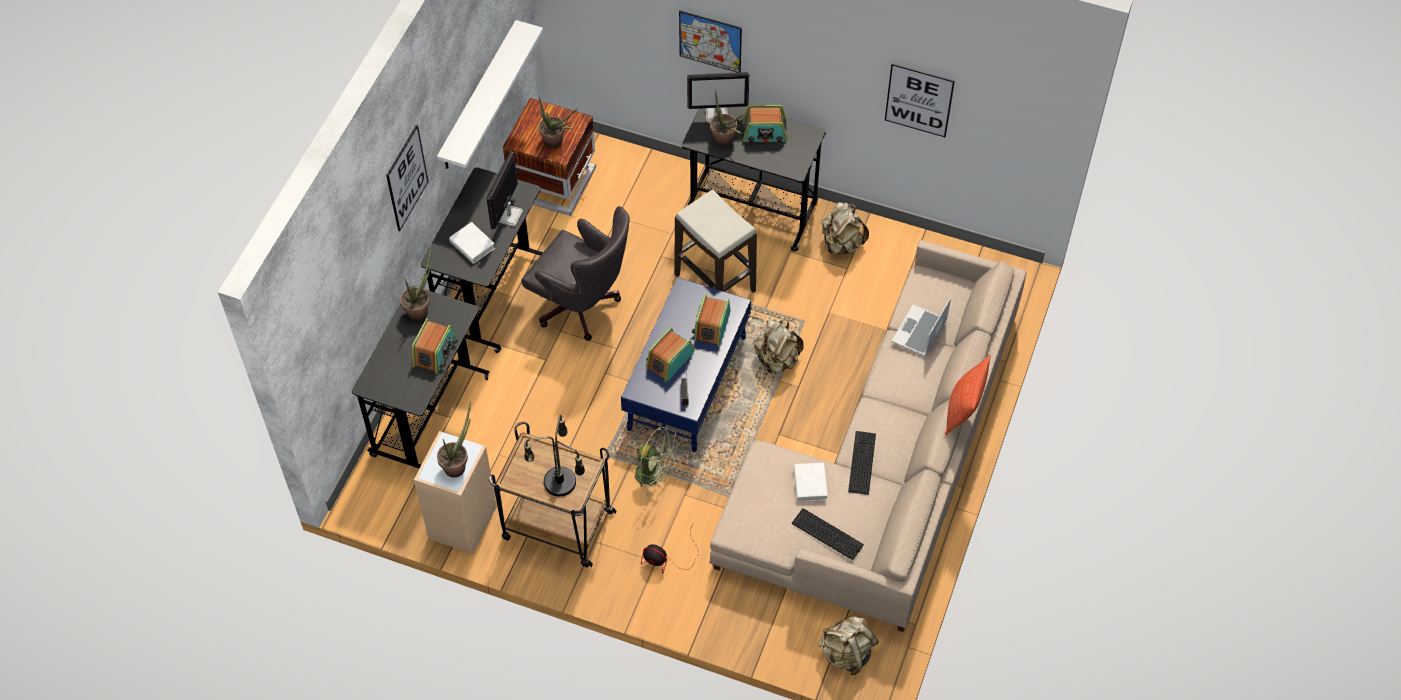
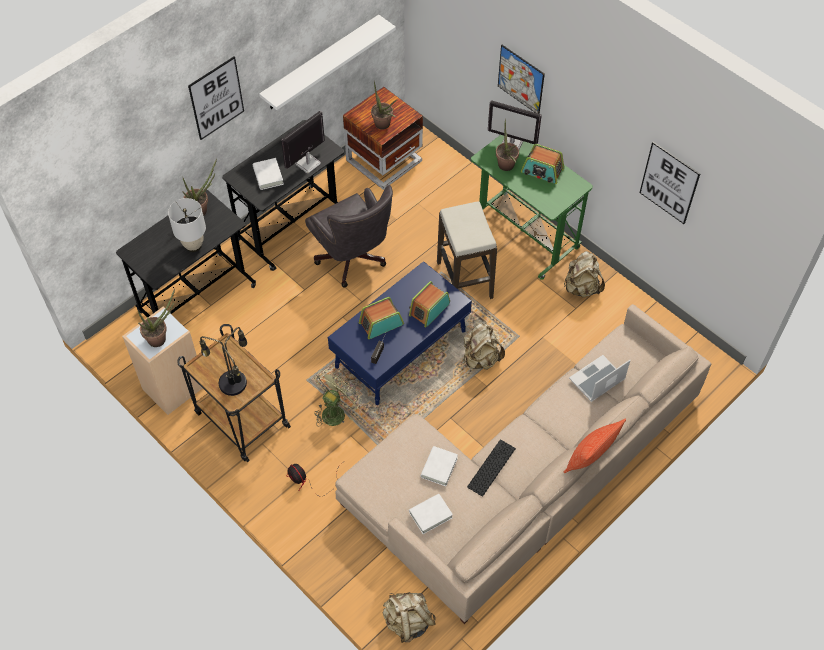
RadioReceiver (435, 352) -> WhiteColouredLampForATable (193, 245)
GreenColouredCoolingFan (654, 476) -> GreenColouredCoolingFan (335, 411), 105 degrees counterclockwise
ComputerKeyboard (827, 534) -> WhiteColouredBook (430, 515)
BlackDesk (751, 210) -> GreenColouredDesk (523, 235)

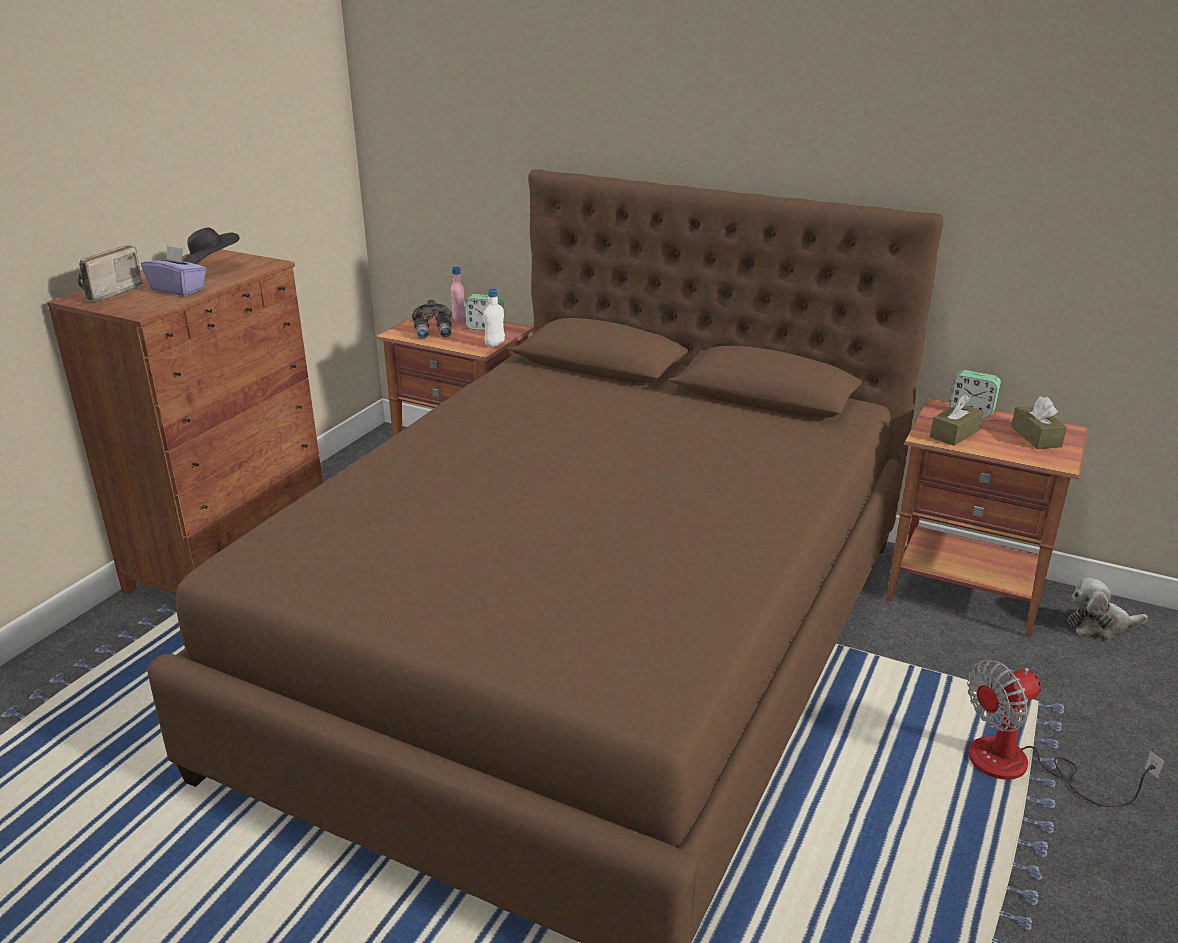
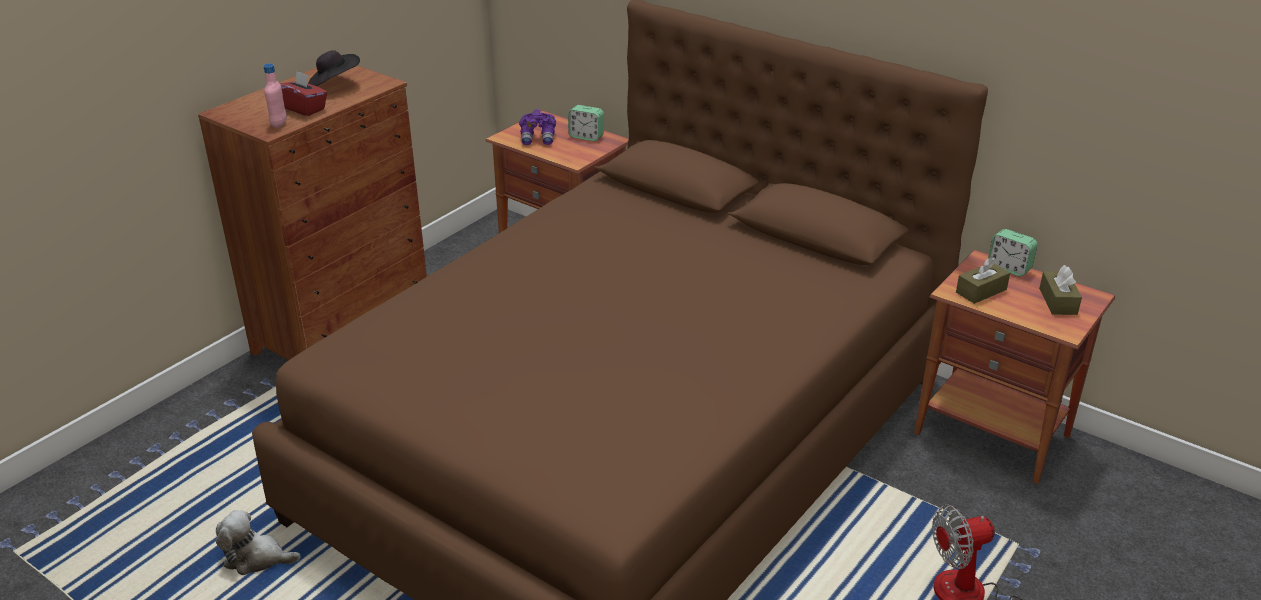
PlushToy (1099, 626) -> PlushToy (256, 558), move
PinkDrinkBottle (459, 320) -> PinkDrinkBottle (279, 124), move
PurpleColouredTissueBox (178, 290) -> RedColouredTissueBox (304, 108)
GreyFieldGlasses (434, 332) -> PurpleColouredFieldGlasses (538, 138)
RadioReceiver (107, 293) -> none
WhiteColouredDrinkBottle (495, 344) -> none

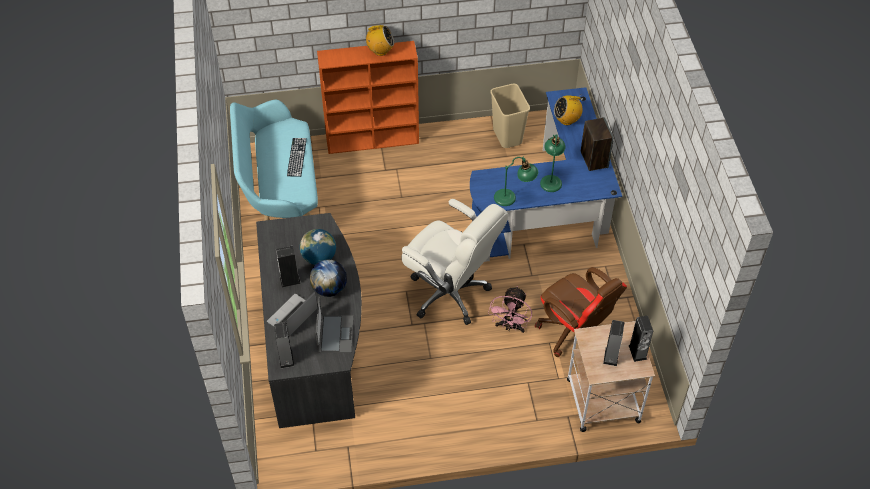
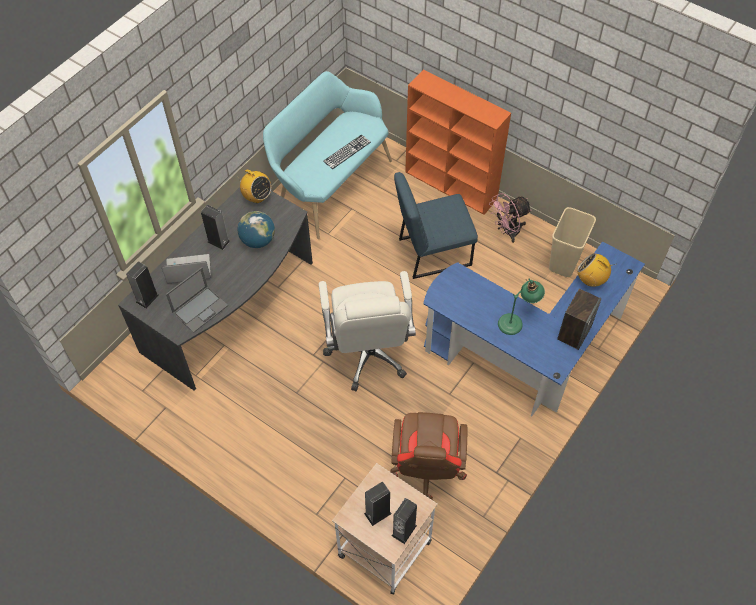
RadioReceiver (380, 51) -> RadioReceiver (257, 197), move
none -> BluishPlainChair (432, 252)
PinkCoolingFan (510, 326) -> PinkCoolingFan (507, 232), move
WorldGlobe (329, 288) -> none
GreenColouredLampForATable (514, 195) -> none

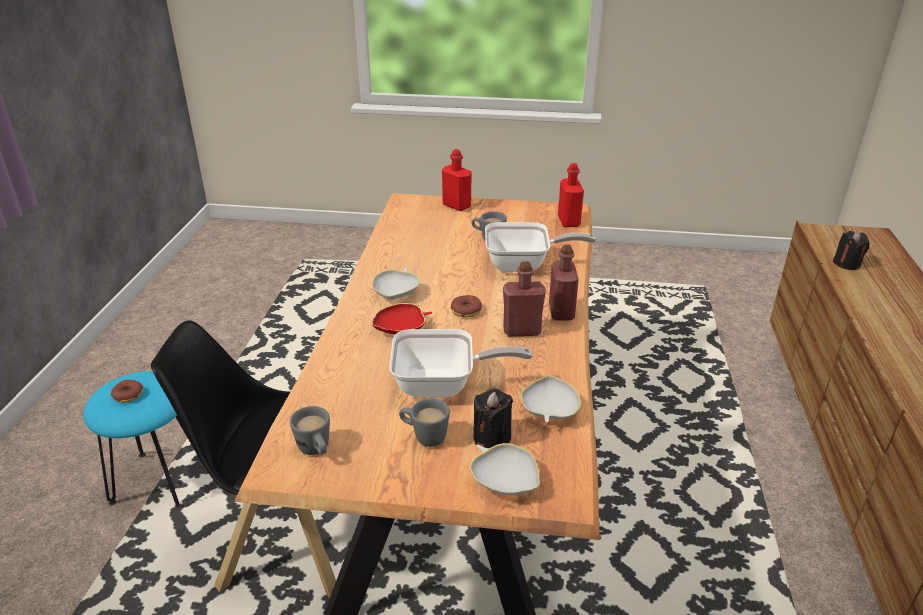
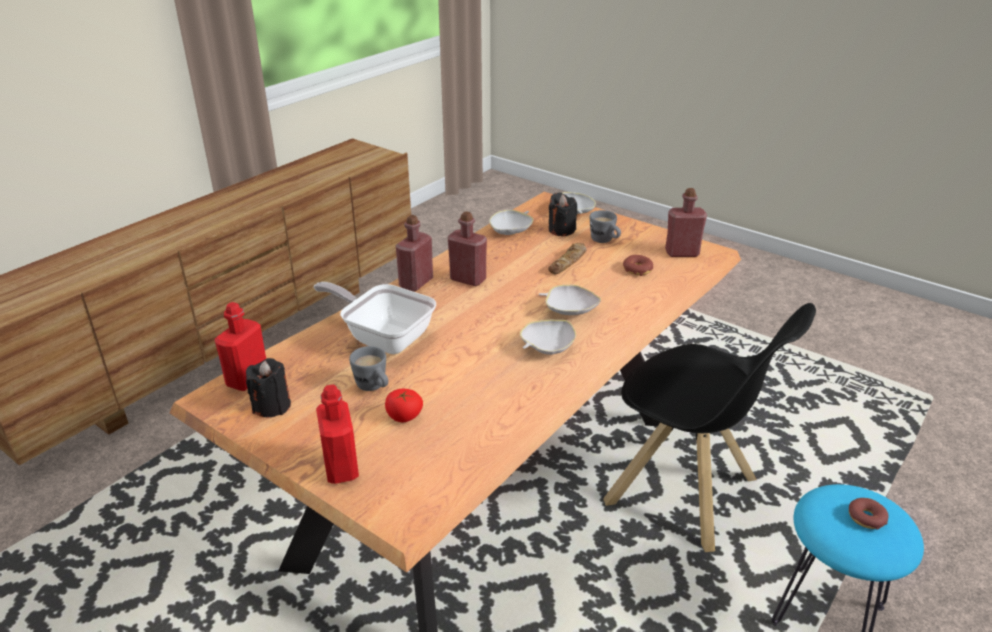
BlackWaxCandle (847, 264) -> BlackWaxCandle (272, 406), move
none -> Tomato (404, 417)
RedColouredDeepDish (401, 329) -> WhiteColouredDeepDish (569, 310)
Skillet (443, 385) -> Bread (568, 262)
RingDoughnut (466, 311) -> RingDoughnut (637, 269), move
GreyTeaMug (316, 451) -> RedColouredDrinkBottle (682, 253)

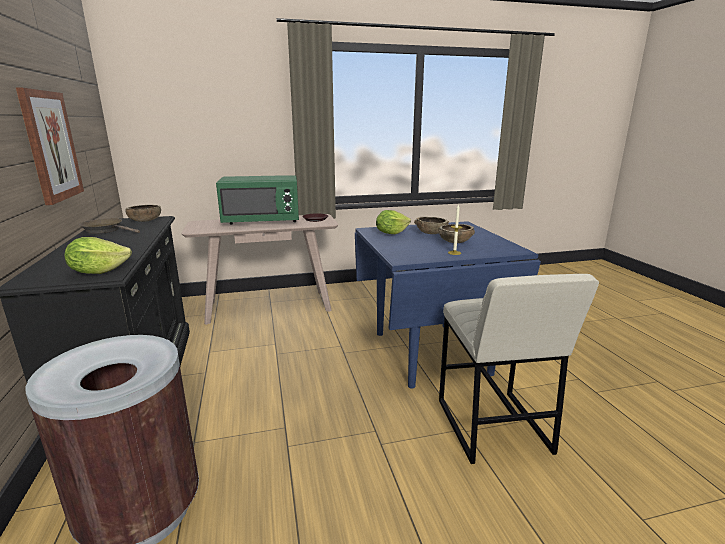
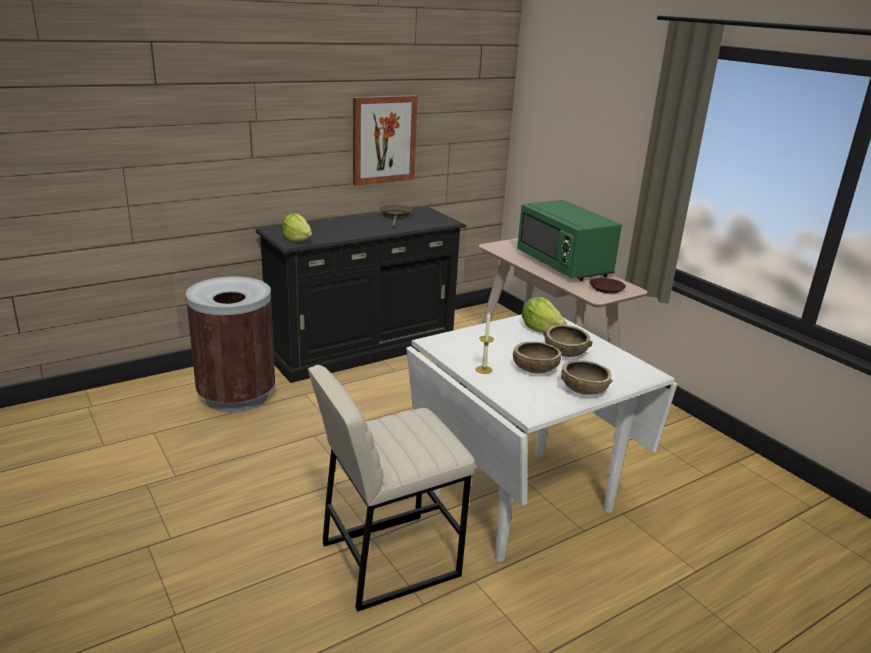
BluishKitchenTable (429, 352) -> WhiteColouredKitchenTable (520, 500)
BrownDeepDish (145, 221) -> BrownDeepDish (583, 390), move

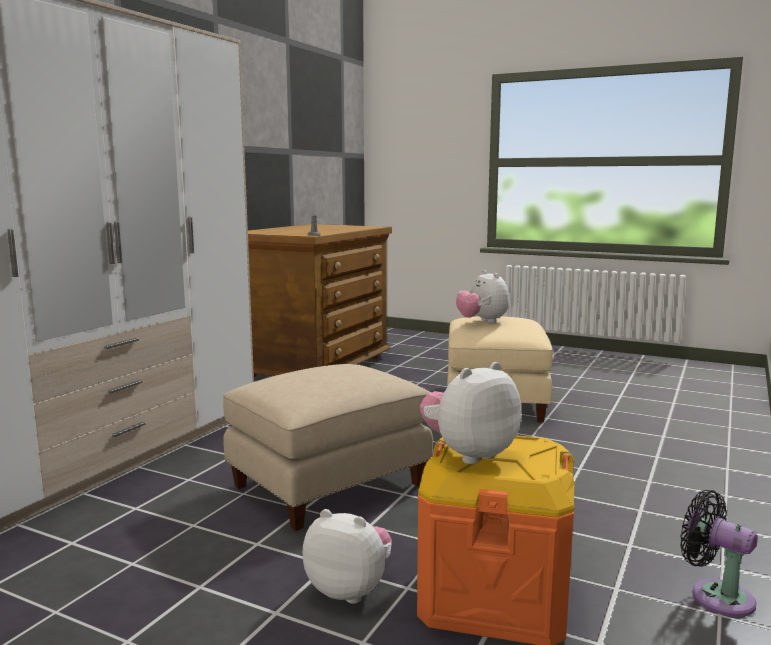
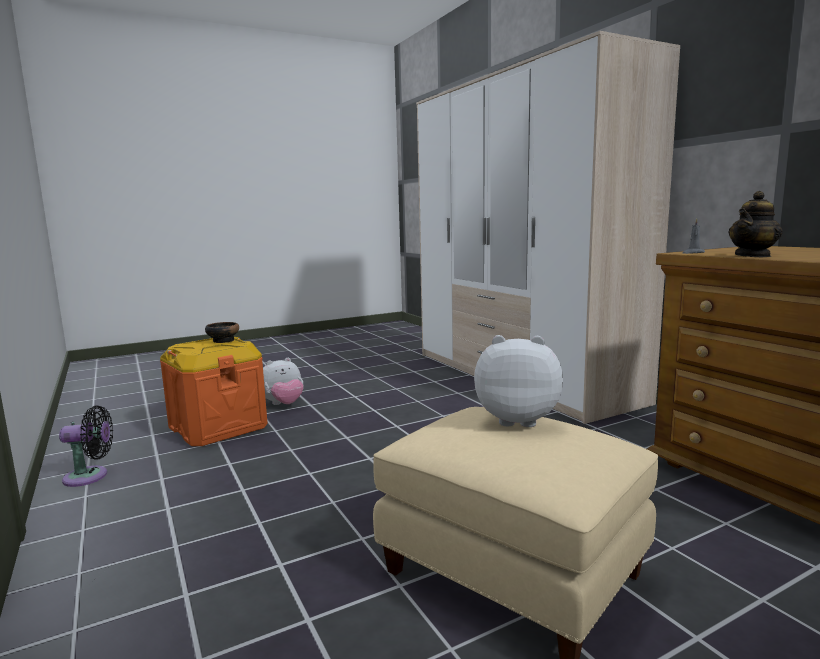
PlushToy (469, 454) -> DeepDish (223, 341)
none -> PotForTea (753, 256)
SandColouredPouffe (329, 486) -> none

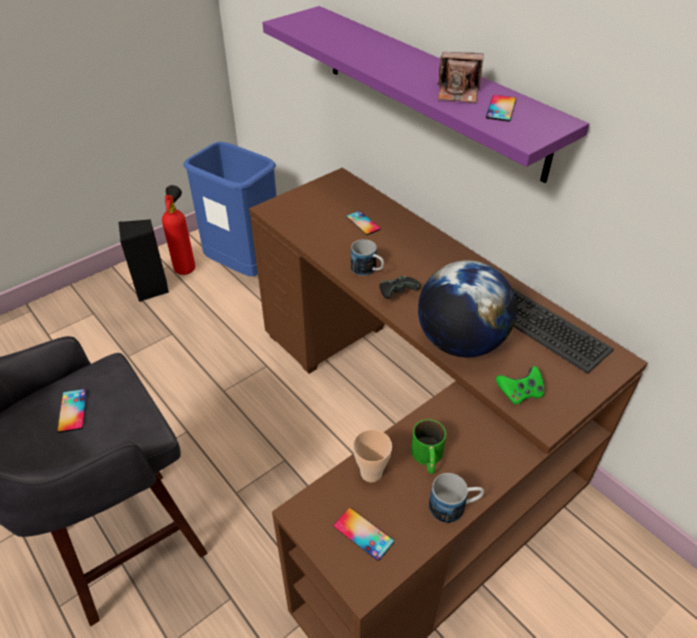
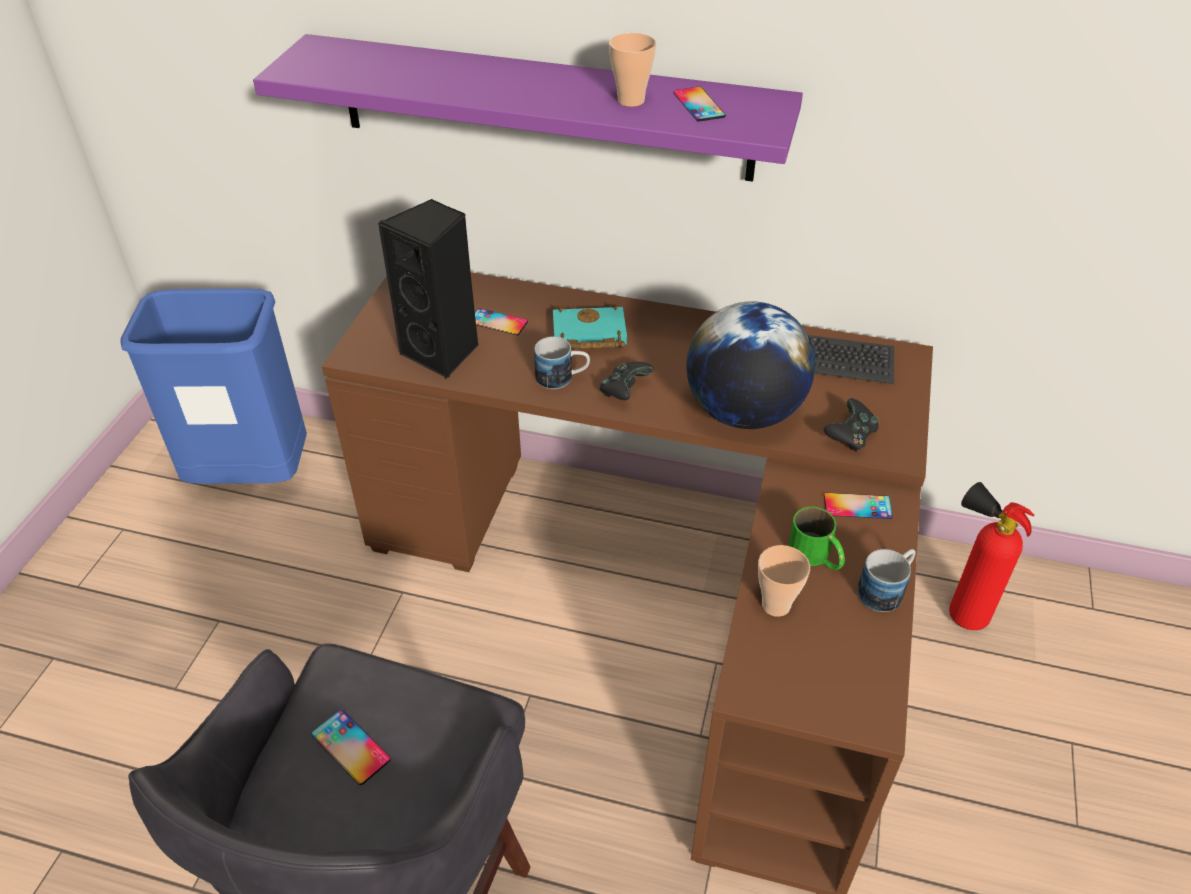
BlackSpeaker (152, 289) -> BlackSpeaker (443, 352), move
none -> TurquoiseBook (587, 335)
StillCamera (458, 93) -> Cup (631, 101)
GreenColouredGameController (519, 393) -> BlackGameController (850, 437)
Handset (363, 533) -> Handset (857, 506), move
FireFightingCylinder (186, 267) -> FireFightingCylinder (959, 611), move

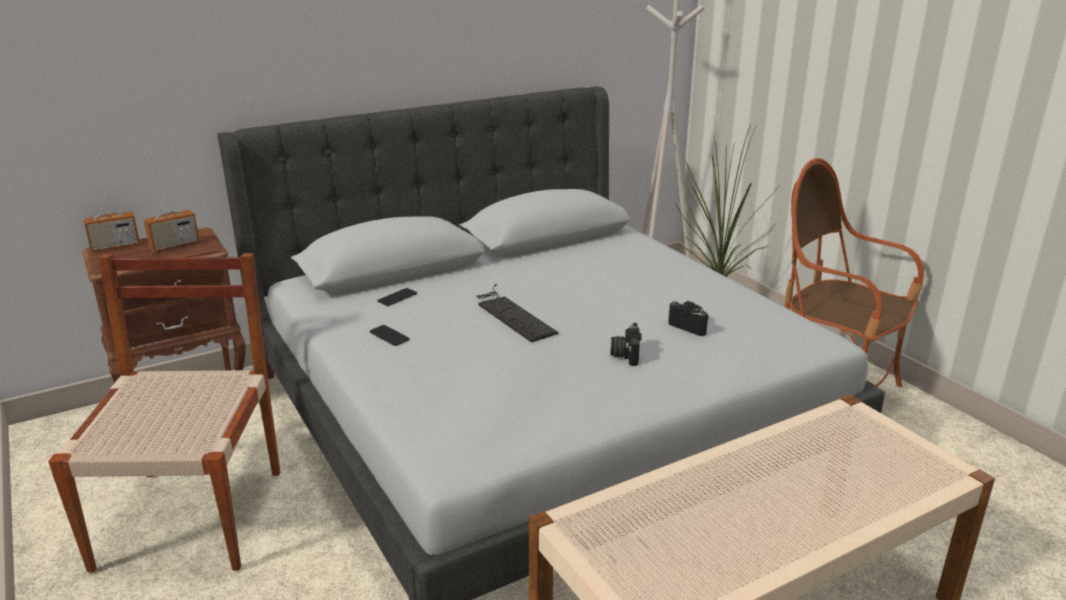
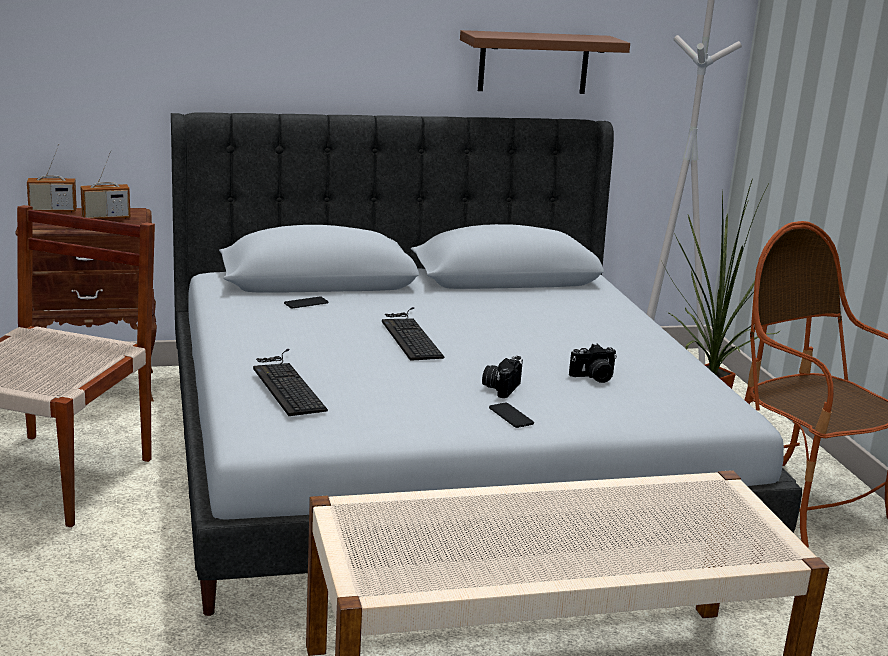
none -> ComputerKeyboard (286, 383)
none -> BrownShelf (533, 62)
Handset (389, 336) -> Handset (511, 416), move
StillCamera (690, 326) -> StillCamera (594, 377), 105 degrees clockwise

